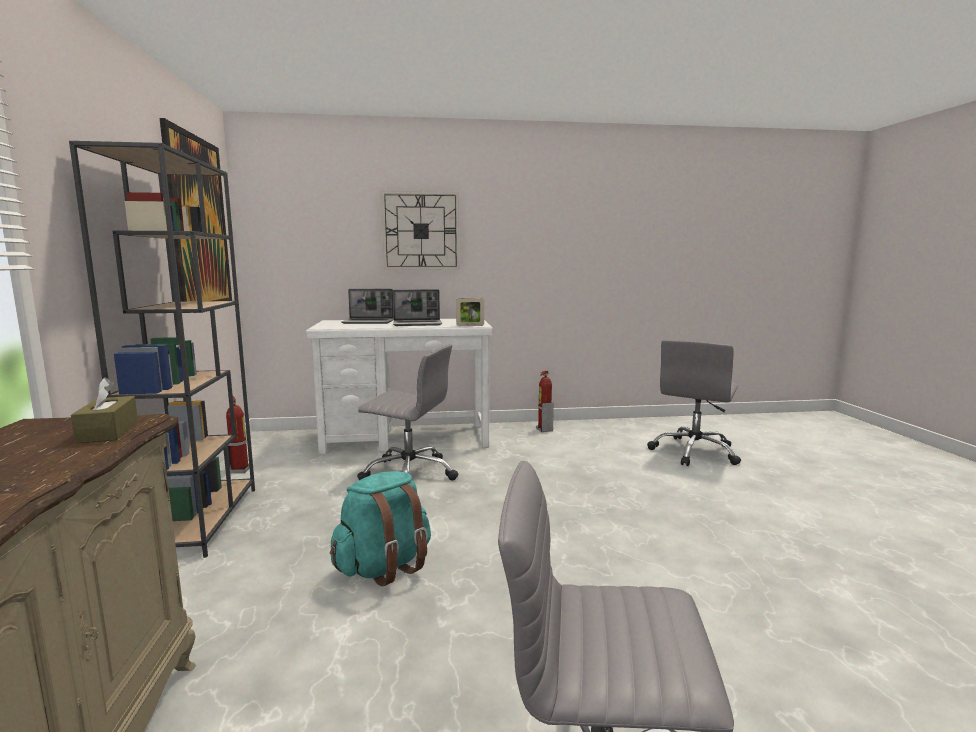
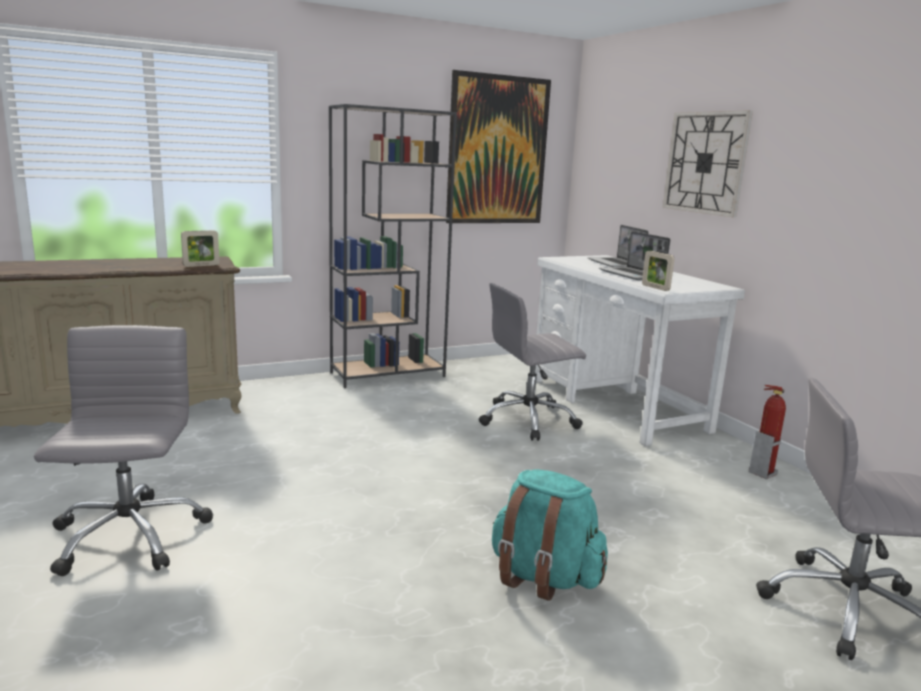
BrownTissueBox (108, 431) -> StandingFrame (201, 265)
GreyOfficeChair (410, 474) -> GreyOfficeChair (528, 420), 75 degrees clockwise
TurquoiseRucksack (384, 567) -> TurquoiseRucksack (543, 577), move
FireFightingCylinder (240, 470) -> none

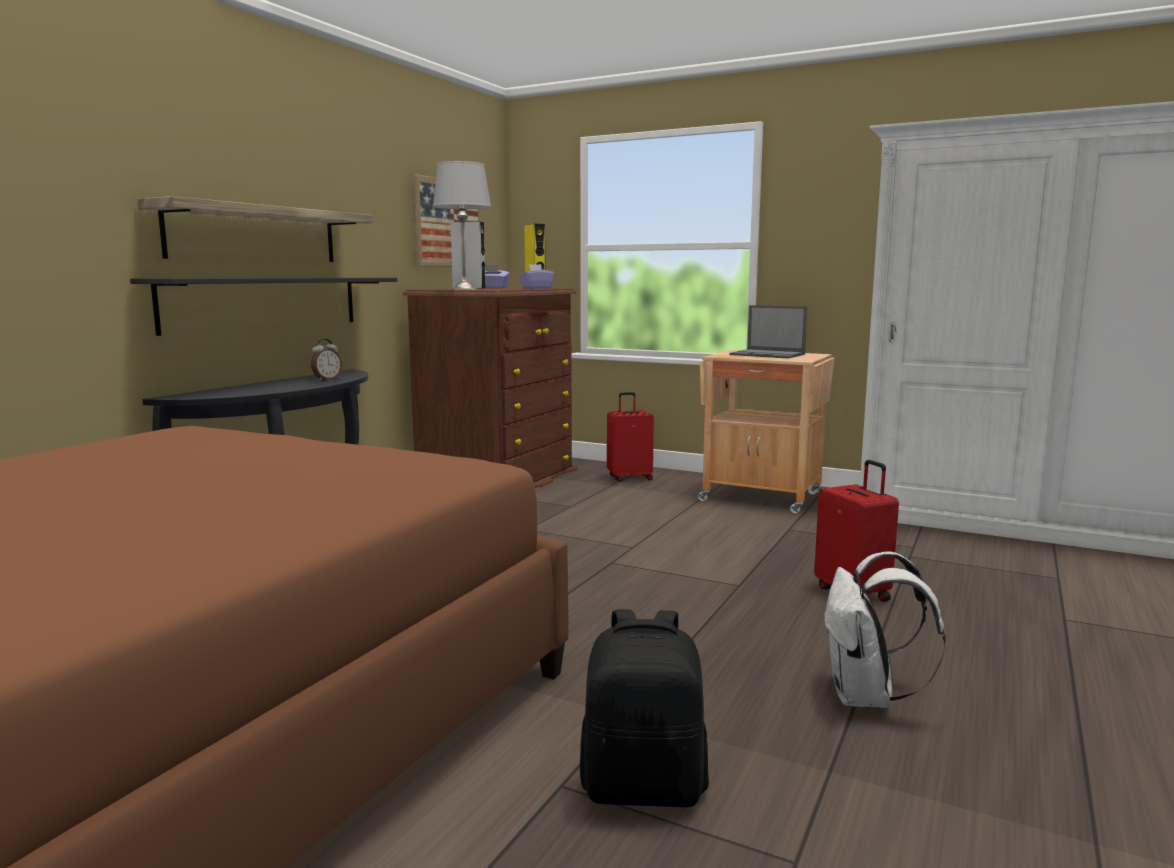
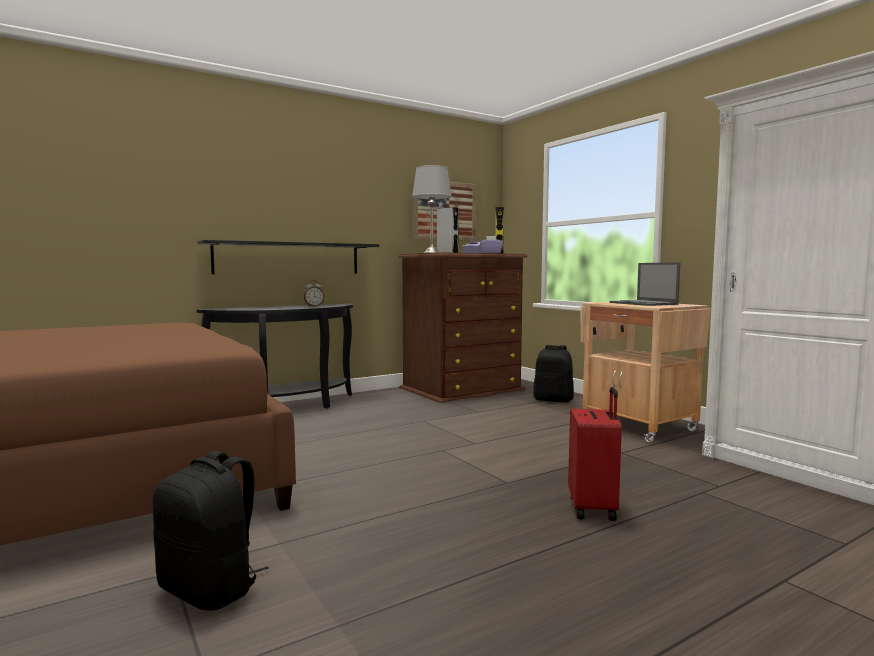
RedColouredTravelCase (629, 478) -> BlackRucksack (553, 400)
Shelf (254, 234) -> none
WhiteColouredRucksack (866, 697) -> none

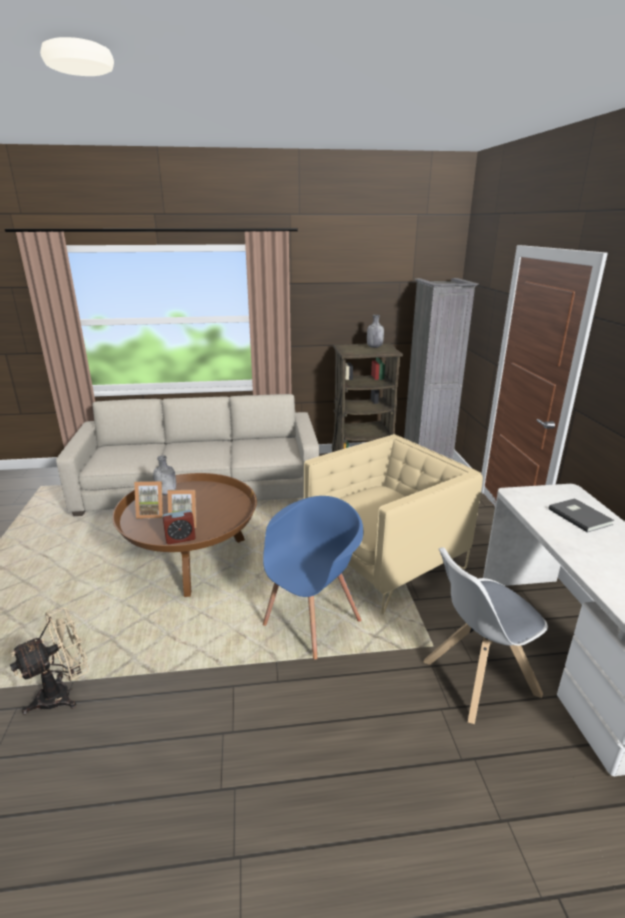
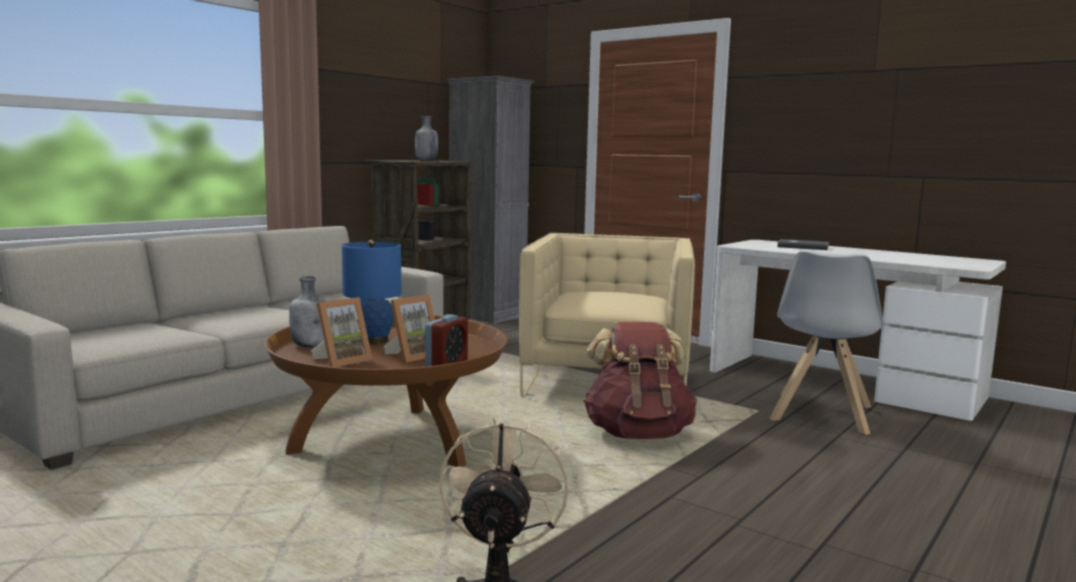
none -> BluishLampForATable (373, 340)
BluishPlainChair (312, 622) -> BrownRucksack (638, 434)

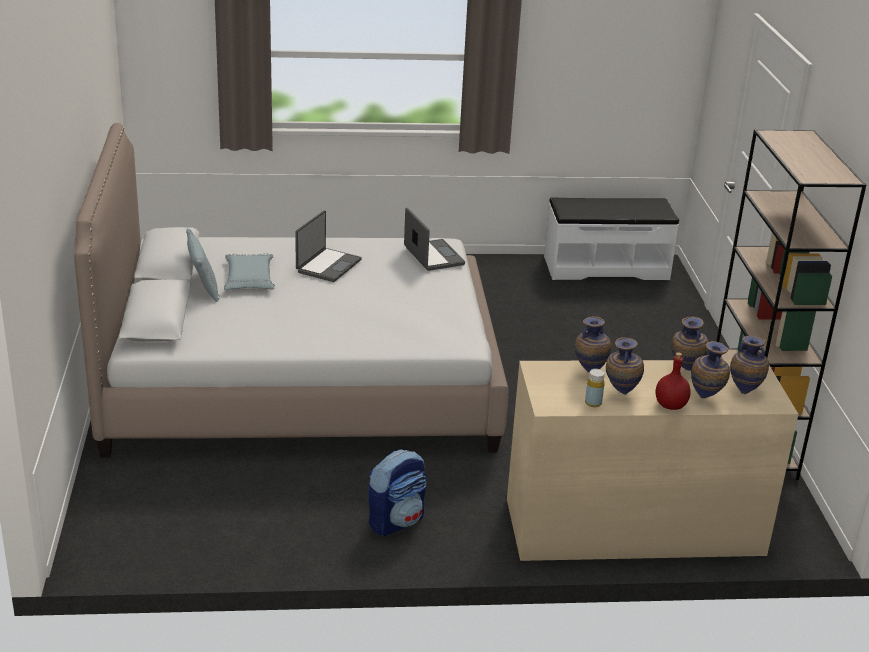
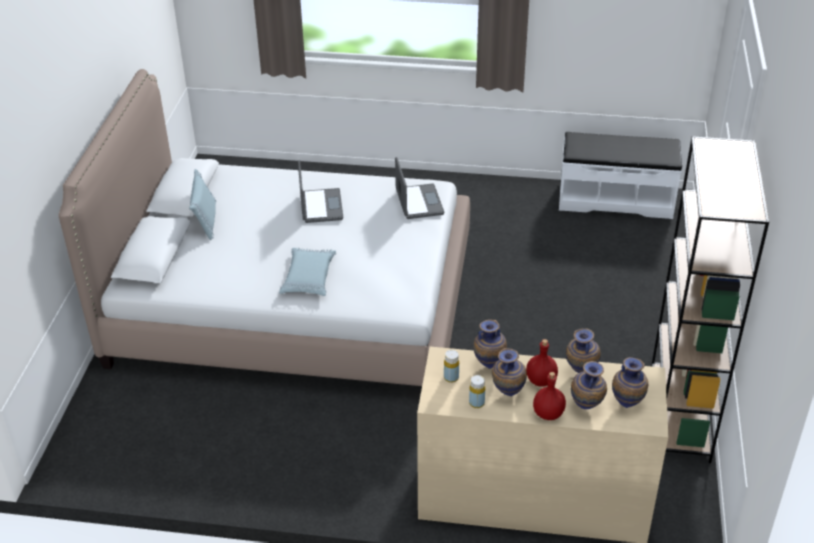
BluishCushion (249, 277) -> BluishCushion (308, 276), move
NotebookComputer (327, 266) -> NotebookComputer (320, 206), 45 degrees counterclockwise
none -> YellowDrinkBottle (451, 378)
none -> RedColouredDrinkBottle (541, 380)
Rucksack (396, 521) -> none

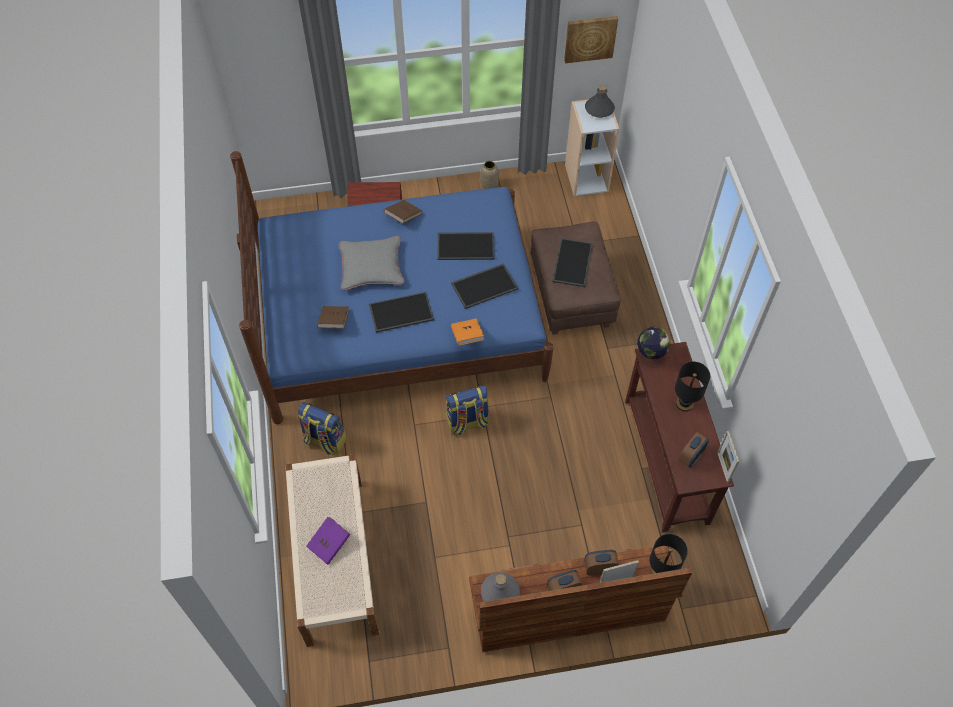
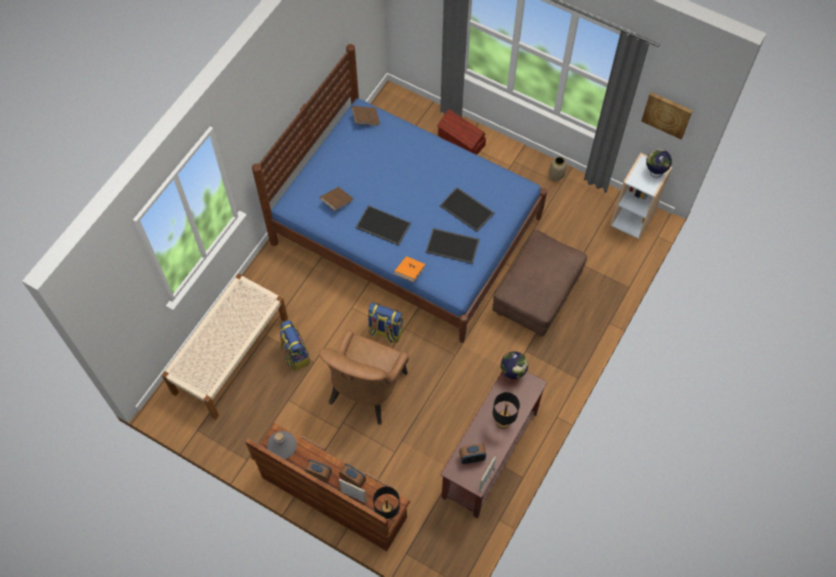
Rucksack (324, 440) -> Rucksack (295, 354), move
none -> BrownPlainChair (366, 388)
BrownBook (403, 217) -> BrownBook (365, 119), move
GreyDrinkBottle (599, 109) -> WorldGlobe (655, 172)
PurpleColouredBook (329, 544) -> none
GreyCushion (371, 267) -> none
ServingTray (573, 263) -> none

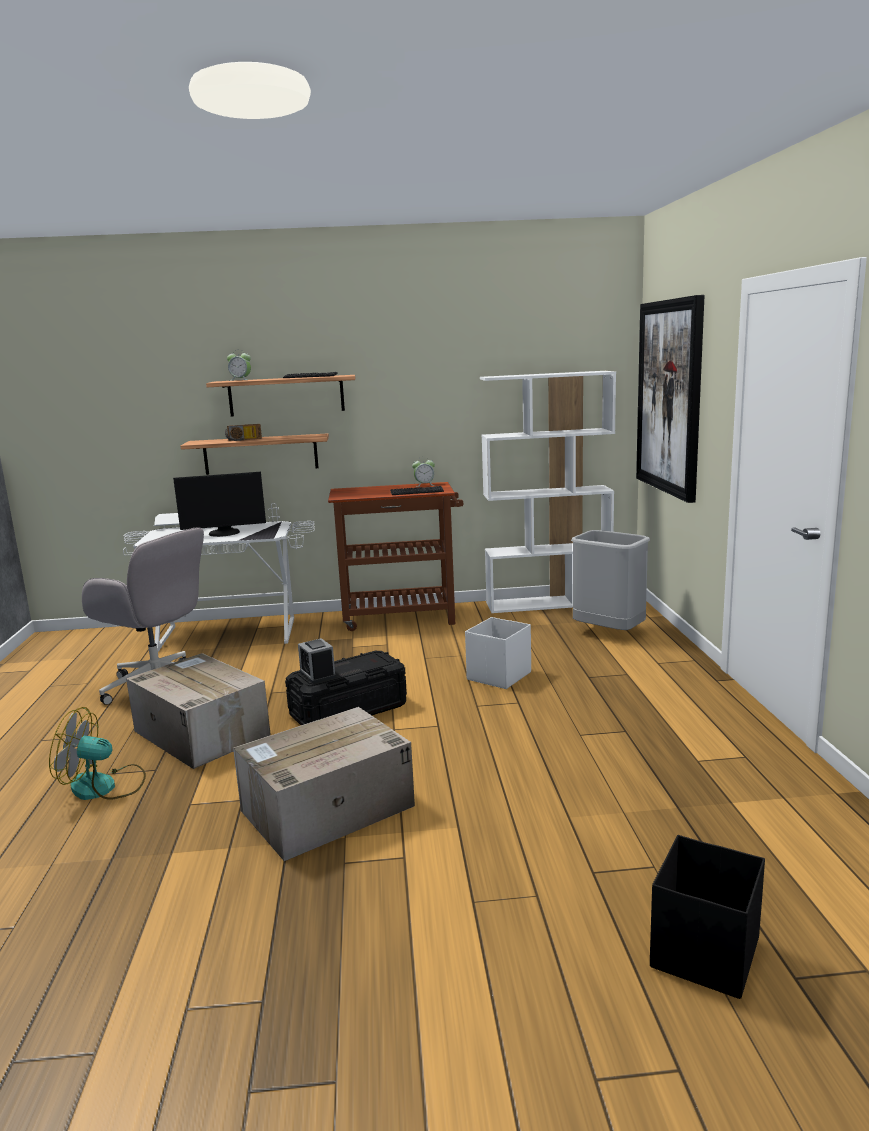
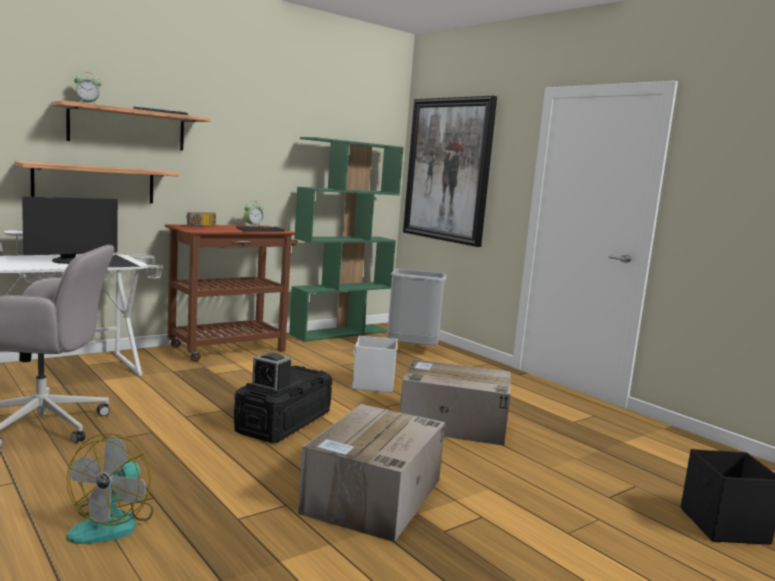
CoolingFan (104, 787) -> CoolingFan (113, 523), 45 degrees counterclockwise
RadioReceiver (243, 440) -> RadioReceiver (201, 226), move
WhiteColouredBookcase (549, 603) -> GreenColouredBookcase (340, 333)
CardboardBox (200, 732) -> CardboardBox (452, 423), move

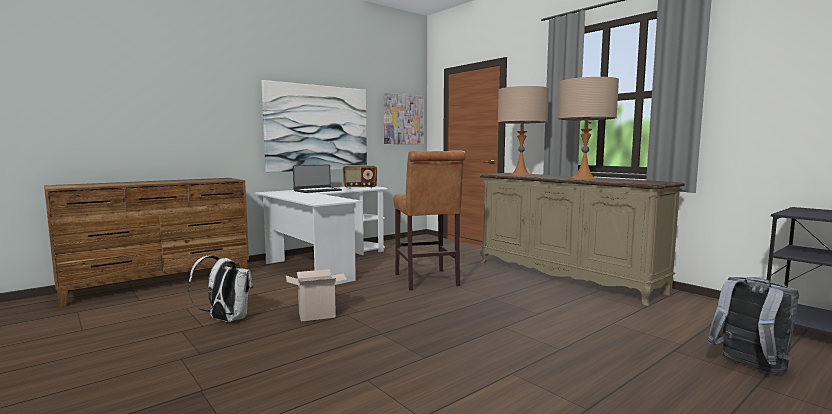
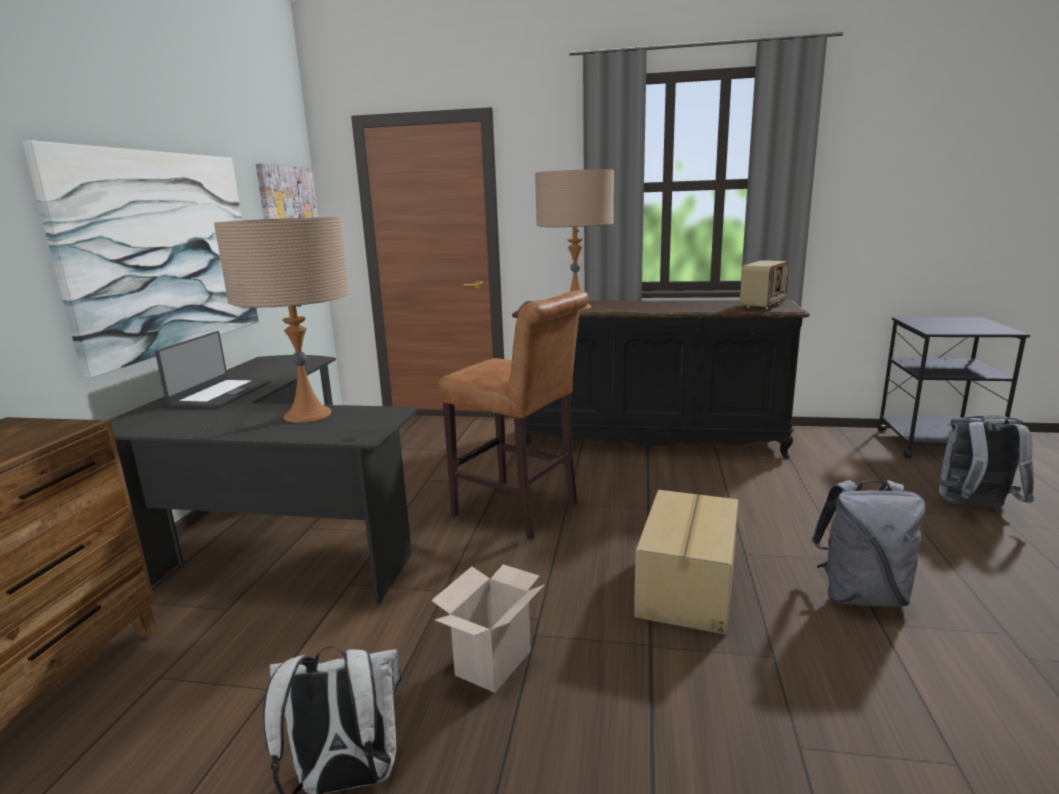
WhiteColouredDesk (325, 262) -> BlackDesk (277, 533)
SandColouredLampForATable (583, 178) -> SandColouredLampForATable (307, 414), move
SandColouredCupboard (563, 277) -> BlackCupboard (651, 442)
none -> CardboardBox (689, 586)
RadioReceiver (360, 188) -> RadioReceiver (763, 305), move
none -> GreyRucksack (861, 595)

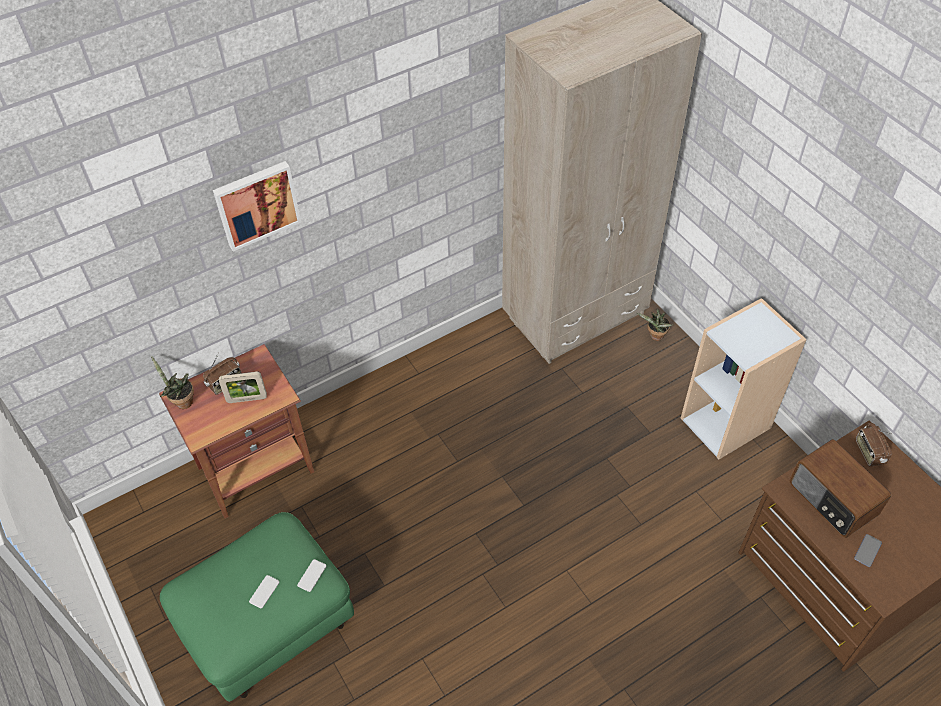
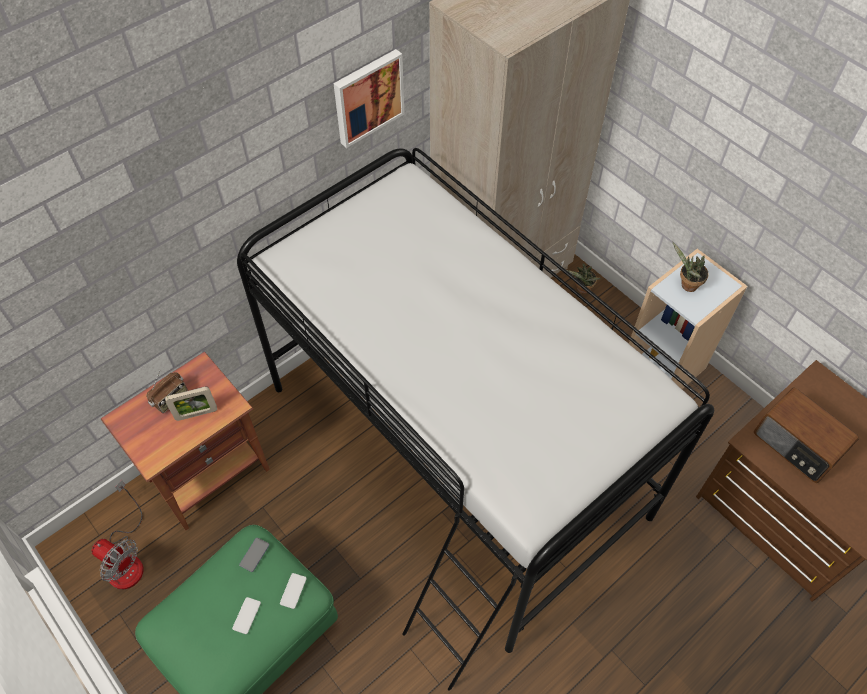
none -> CoolingFan (127, 558)
none -> BlackSleepingBed (455, 456)
Handset (867, 551) -> Handset (254, 555), move
WallPicture (256, 204) -> WallPicture (367, 97), move
PottedPlant (181, 402) -> PottedPlant (686, 285), move
RadioReceiver (869, 452) -> none

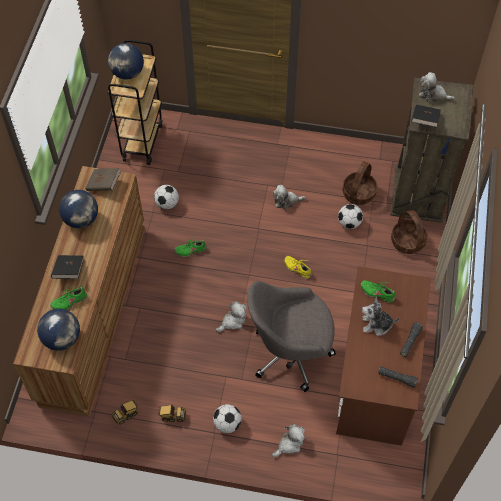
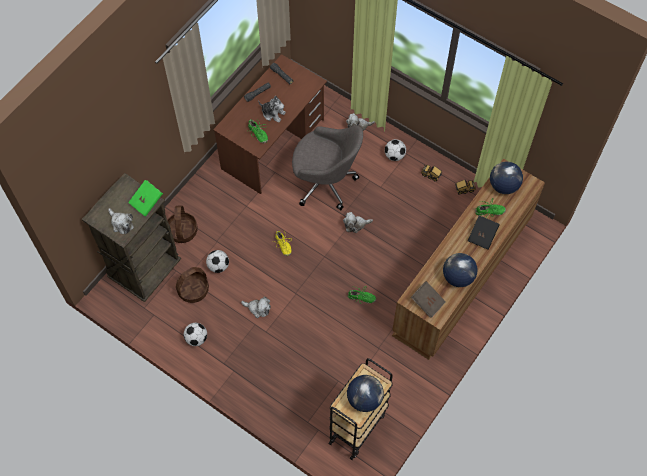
BlackBook (424, 121) -> GreenColouredBook (147, 202)
BallForFootball (167, 204) -> BallForFootball (196, 338), move

